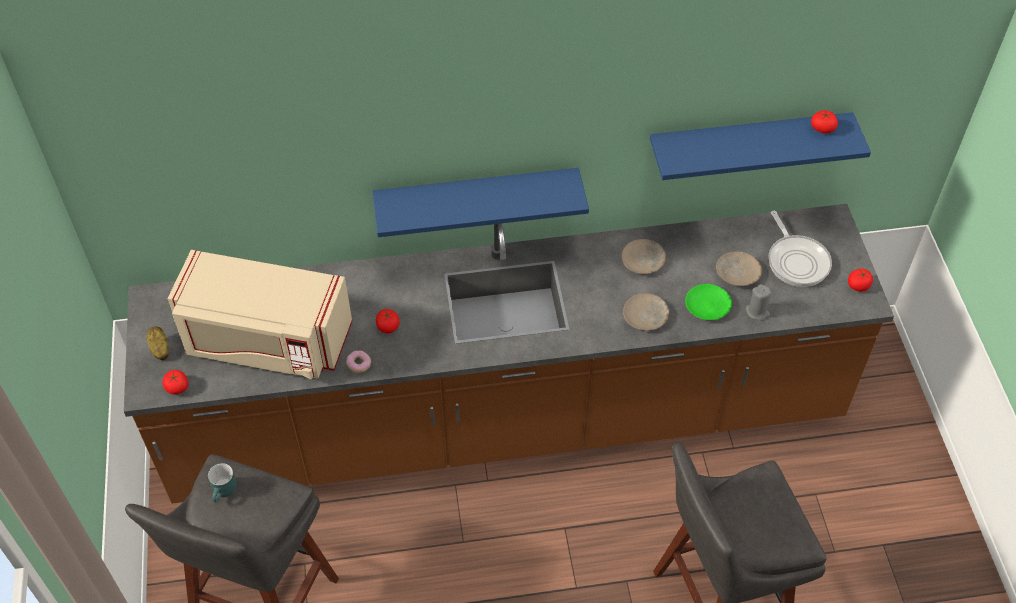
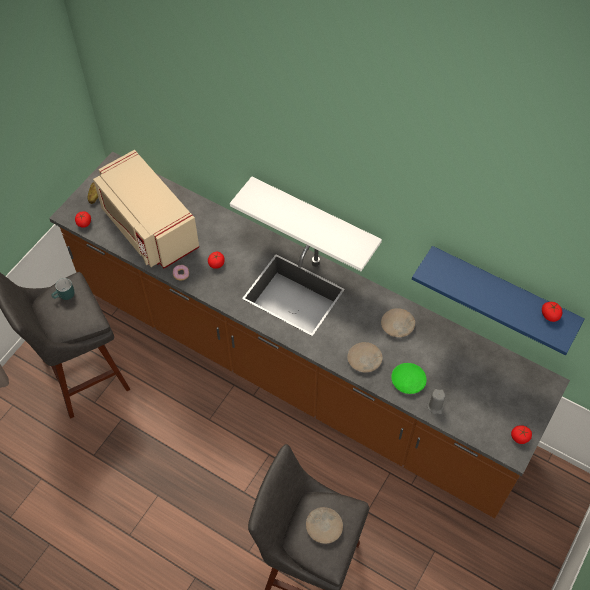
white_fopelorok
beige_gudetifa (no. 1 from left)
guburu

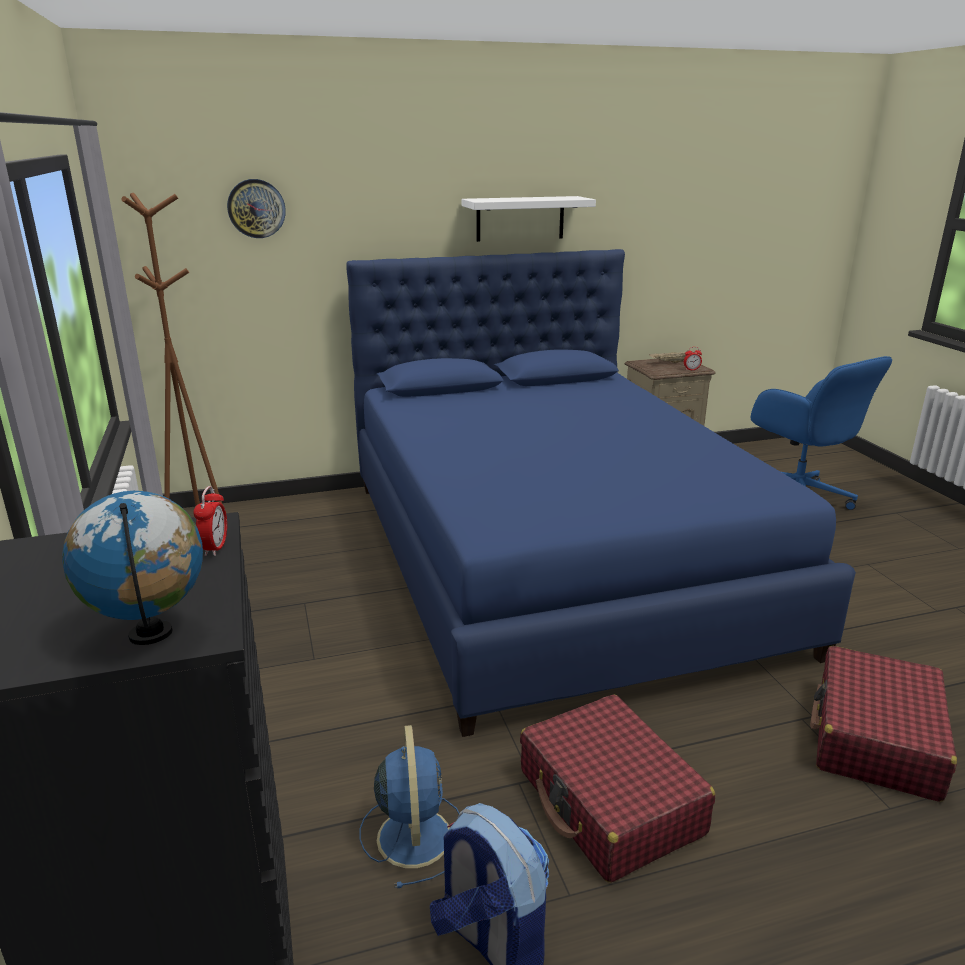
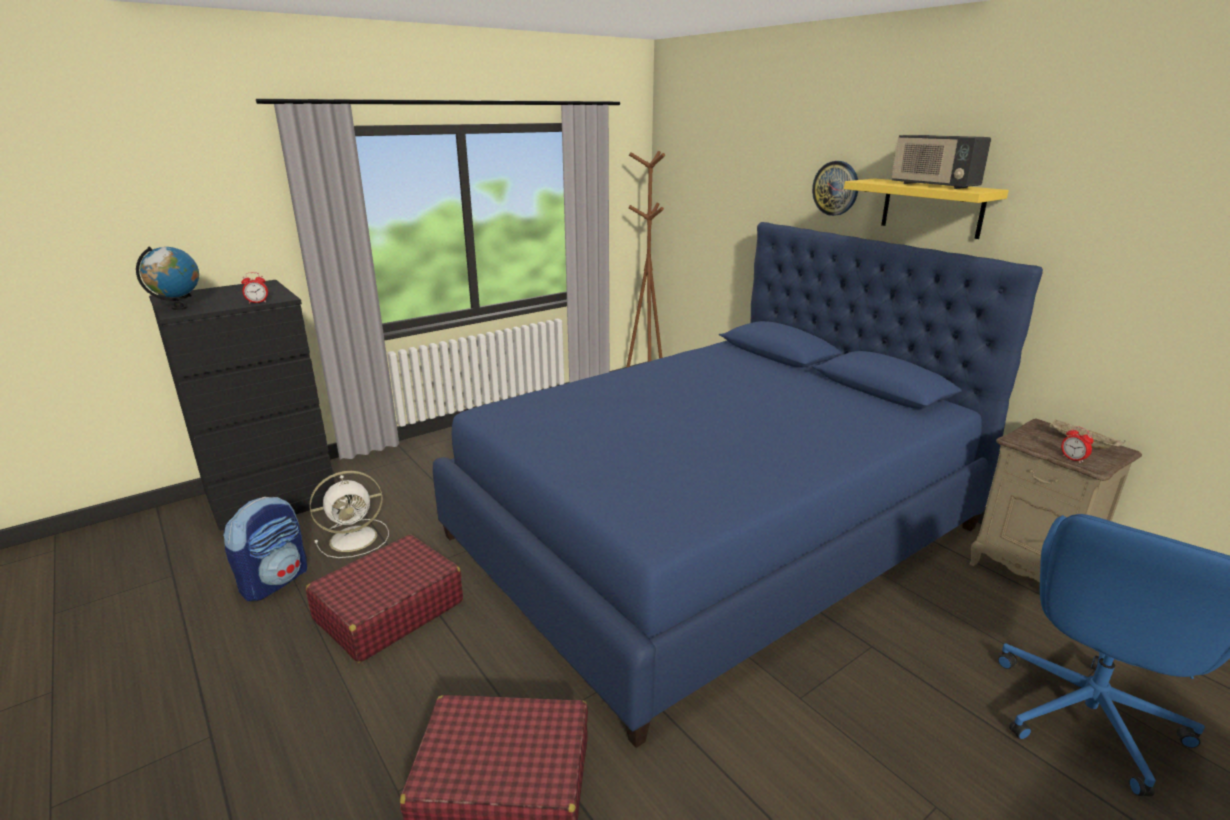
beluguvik
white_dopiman
yellow_fopelorok
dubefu

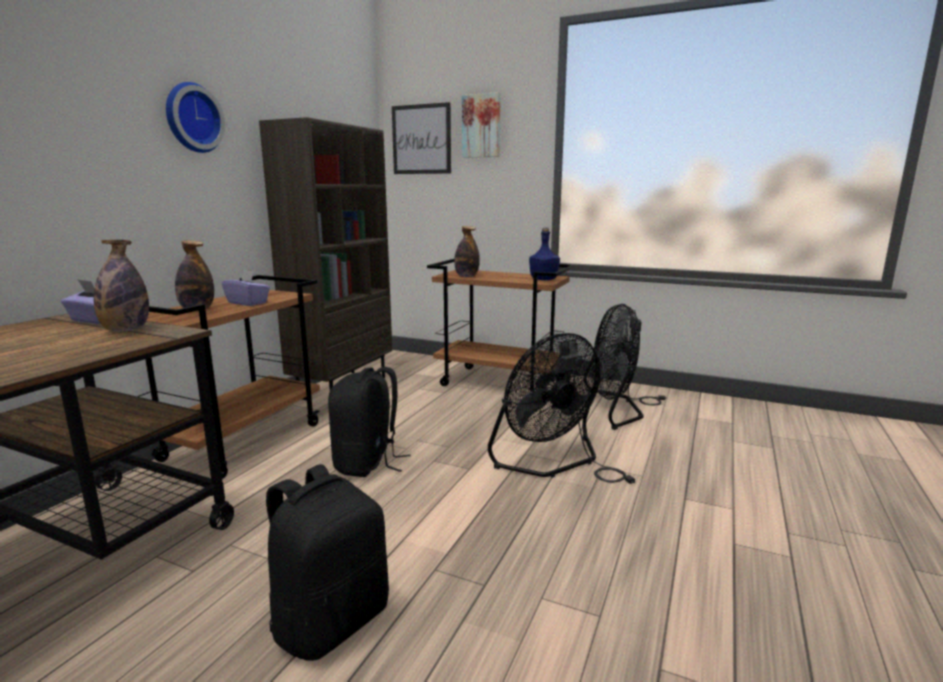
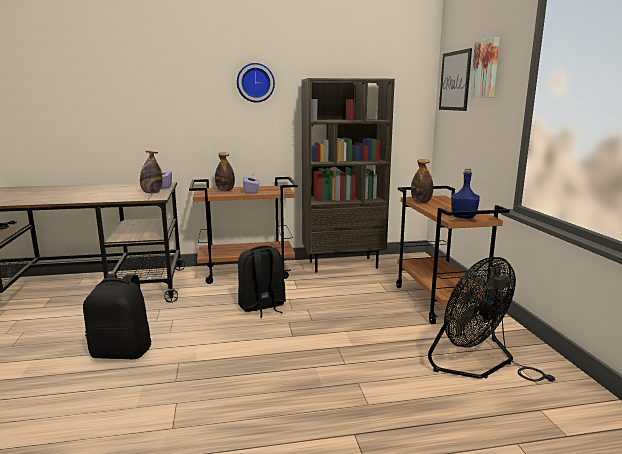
black_dopiman (no. 1 from left in the first image)

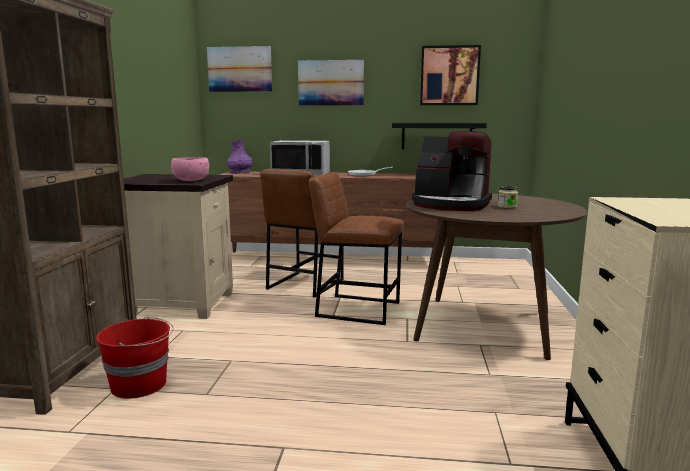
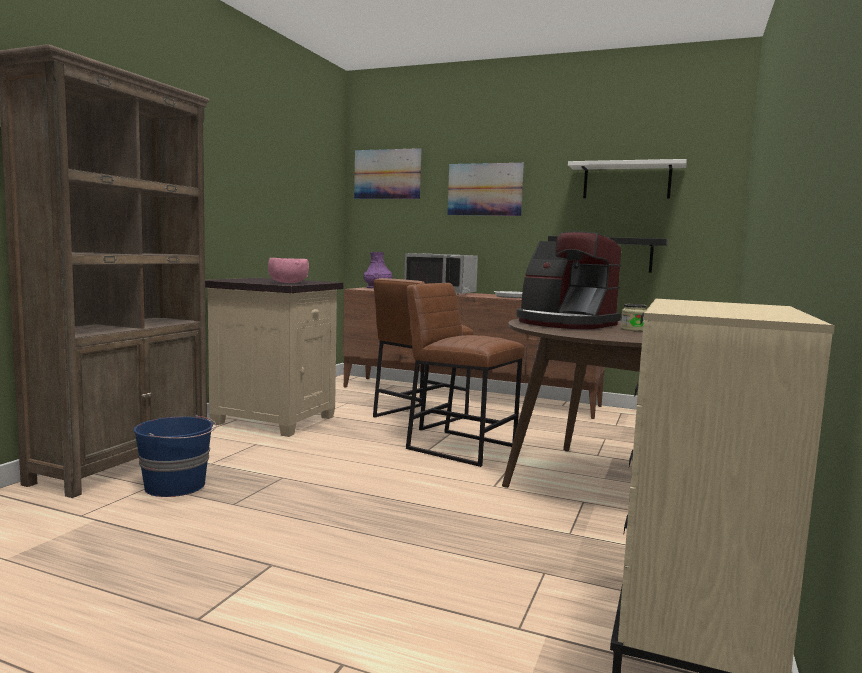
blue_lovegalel
white_fopelorok

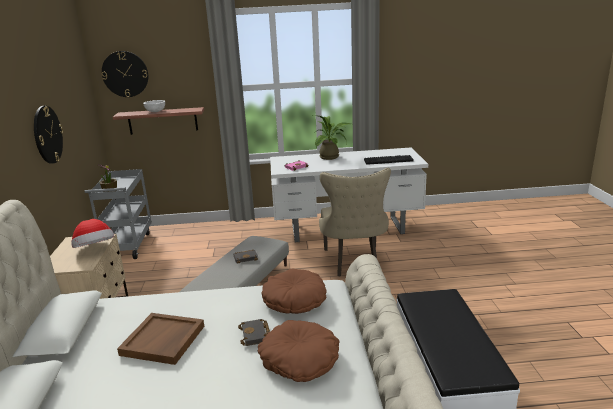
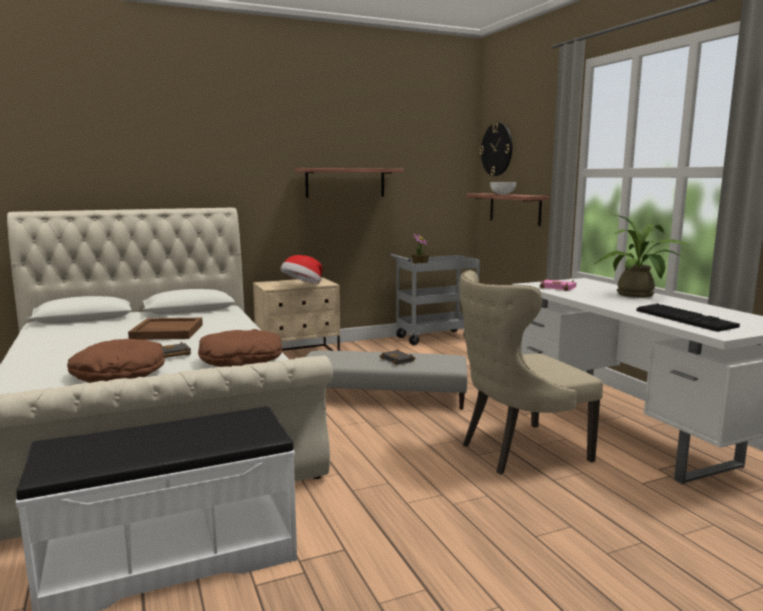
fopelorok (no. 1 from left)

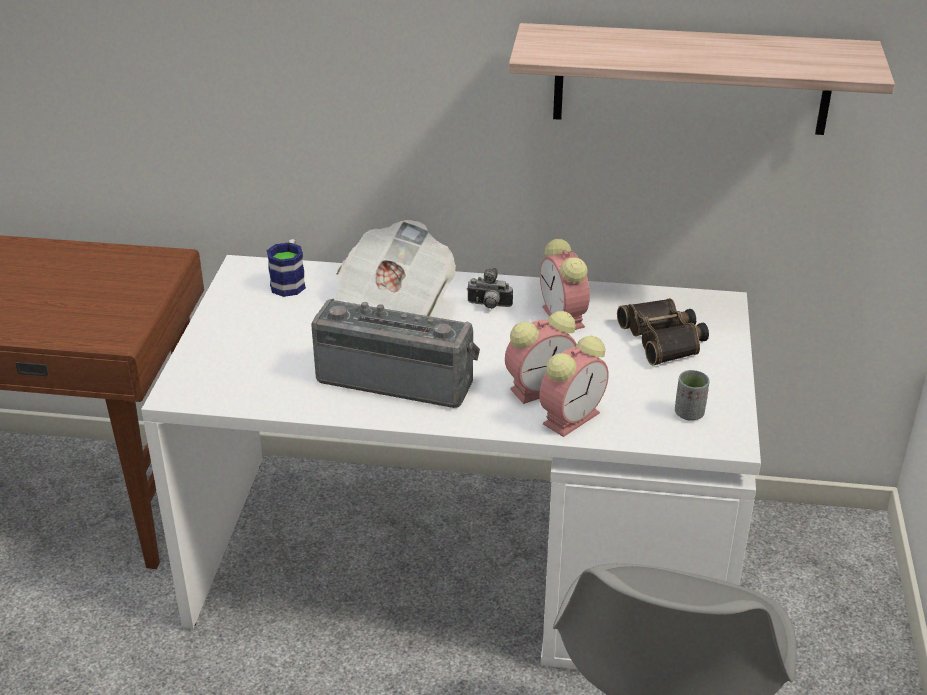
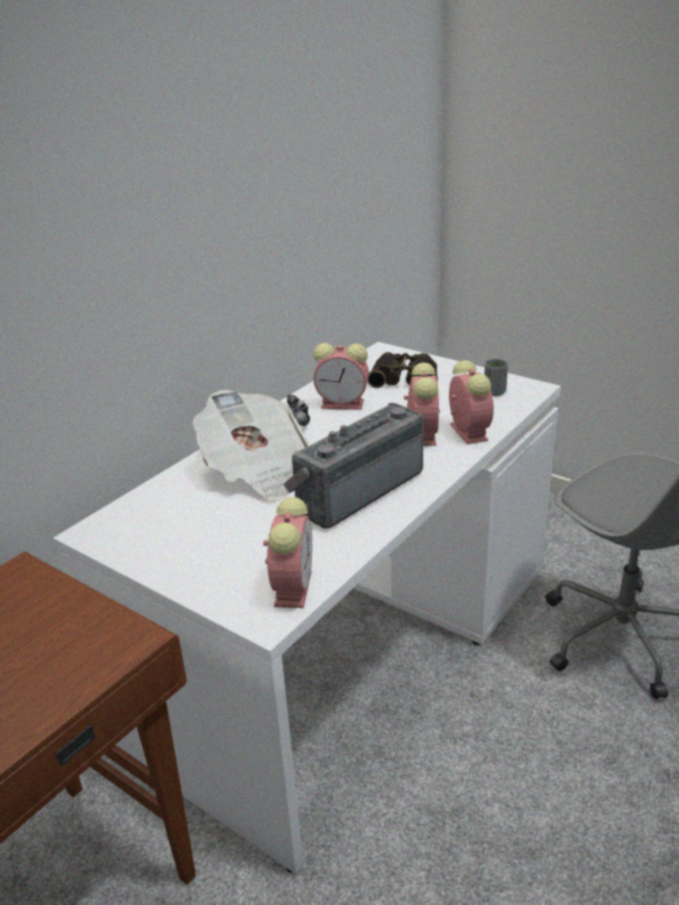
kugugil
fopelorok
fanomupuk (no. 1 from left)

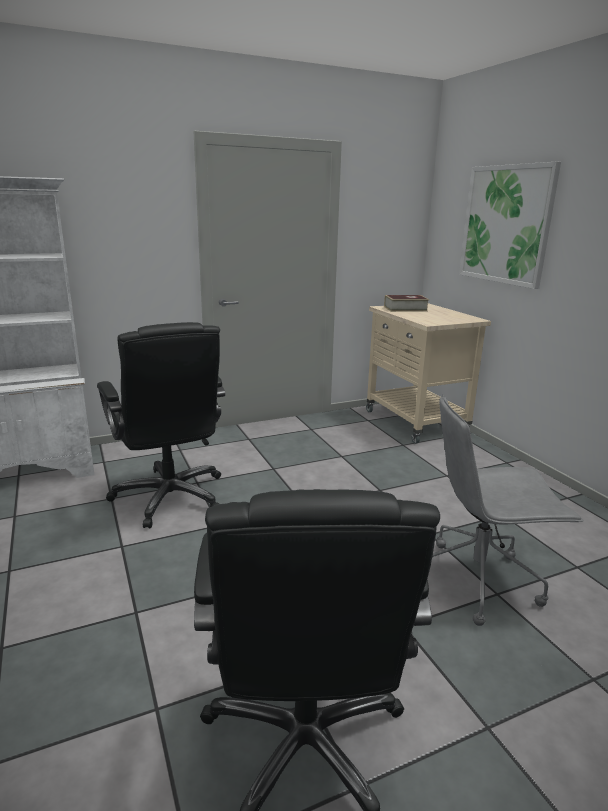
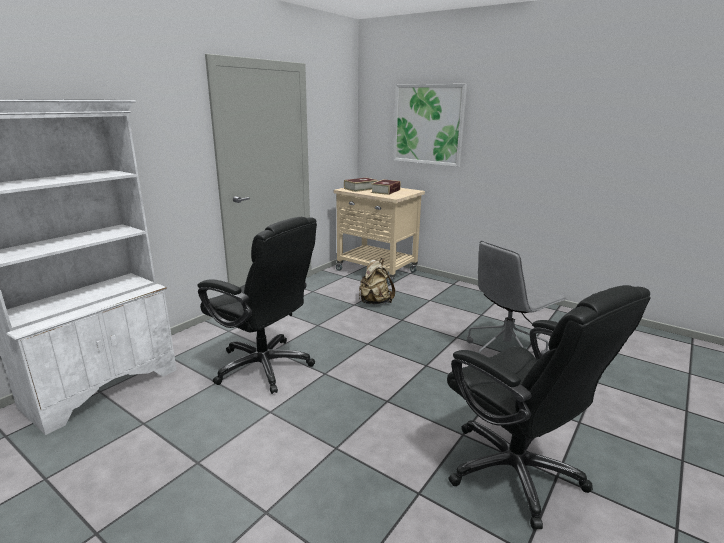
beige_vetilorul
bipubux (no. 2 from left)

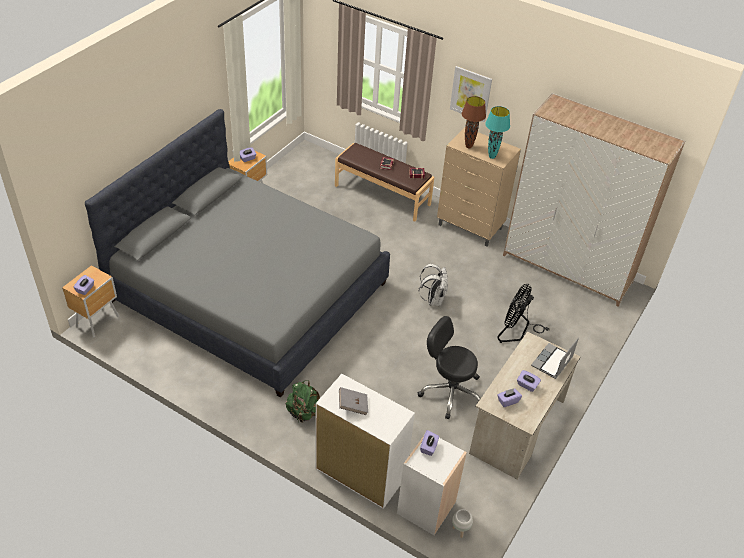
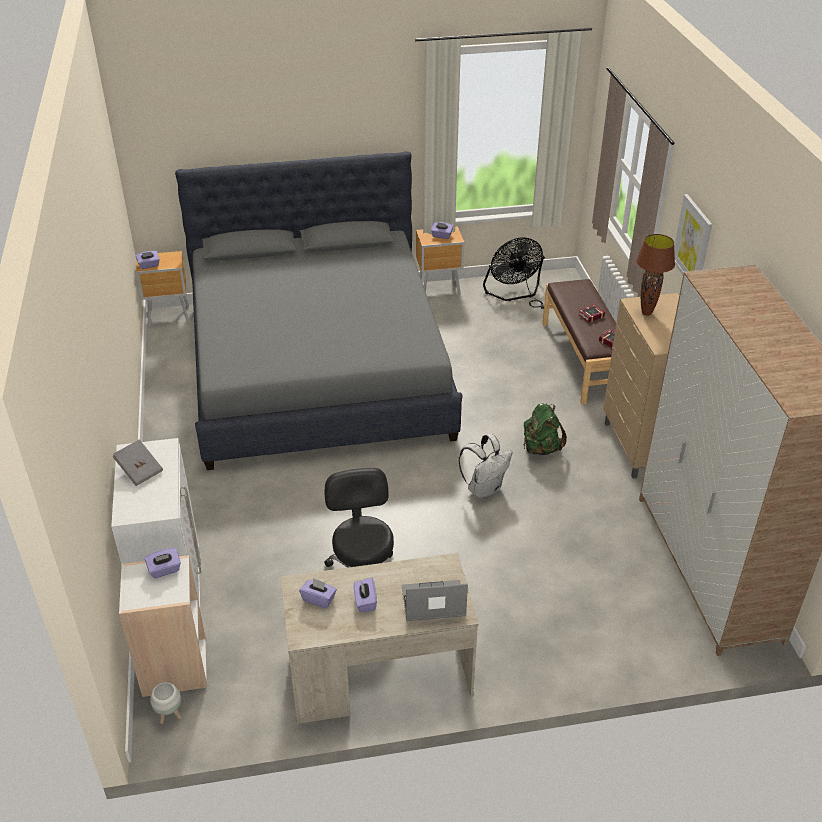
green_vetilorul
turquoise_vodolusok
black_dopiman

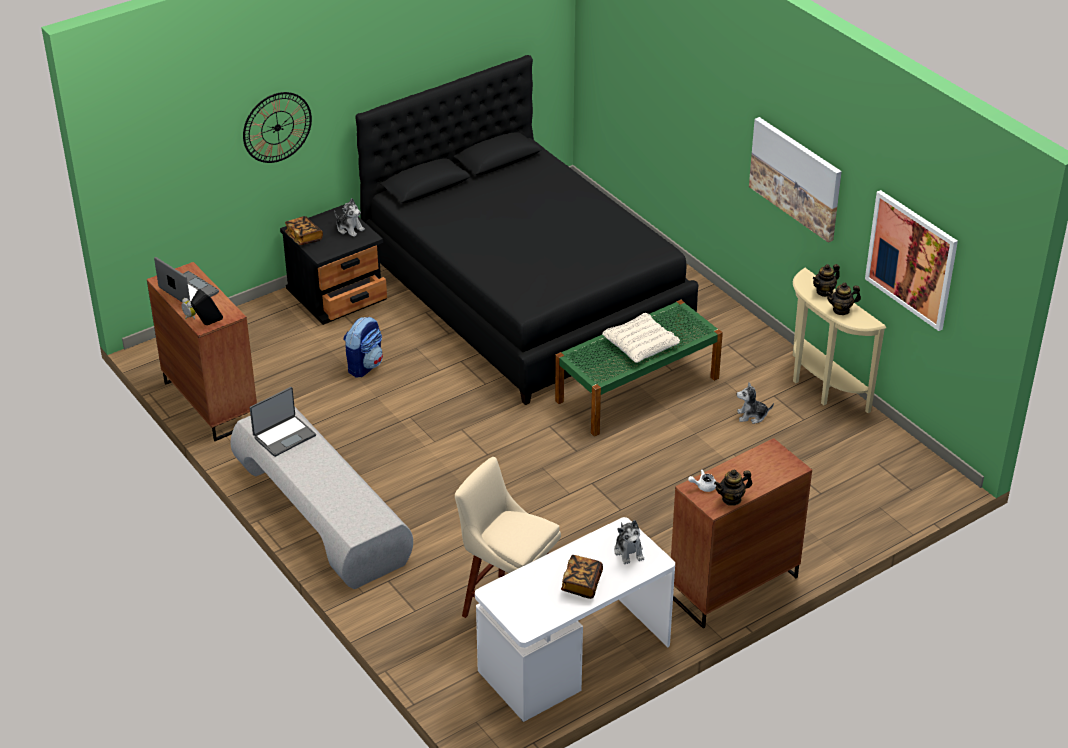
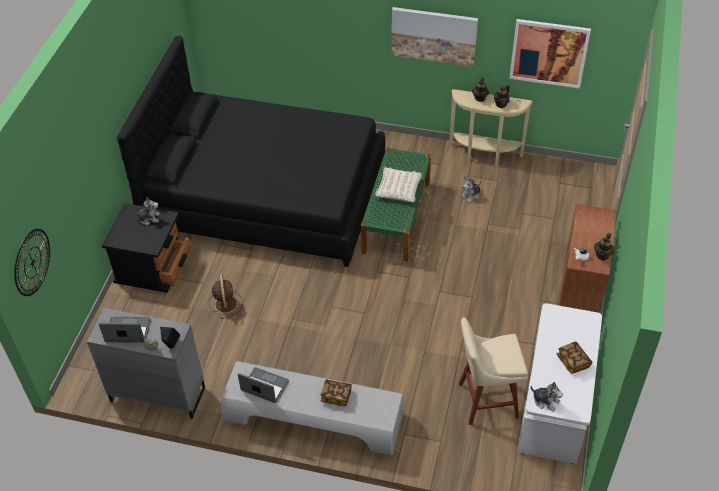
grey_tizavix
beluguvik
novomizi (no. 2 from left)
bipubux (no. 1 from left)
brown_dopiman
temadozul (no. 3 from left)

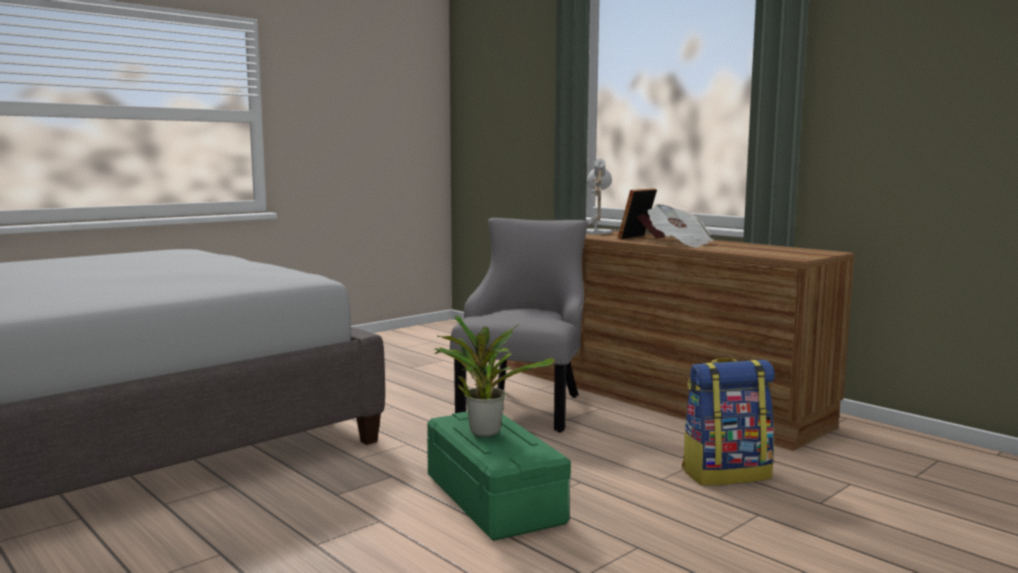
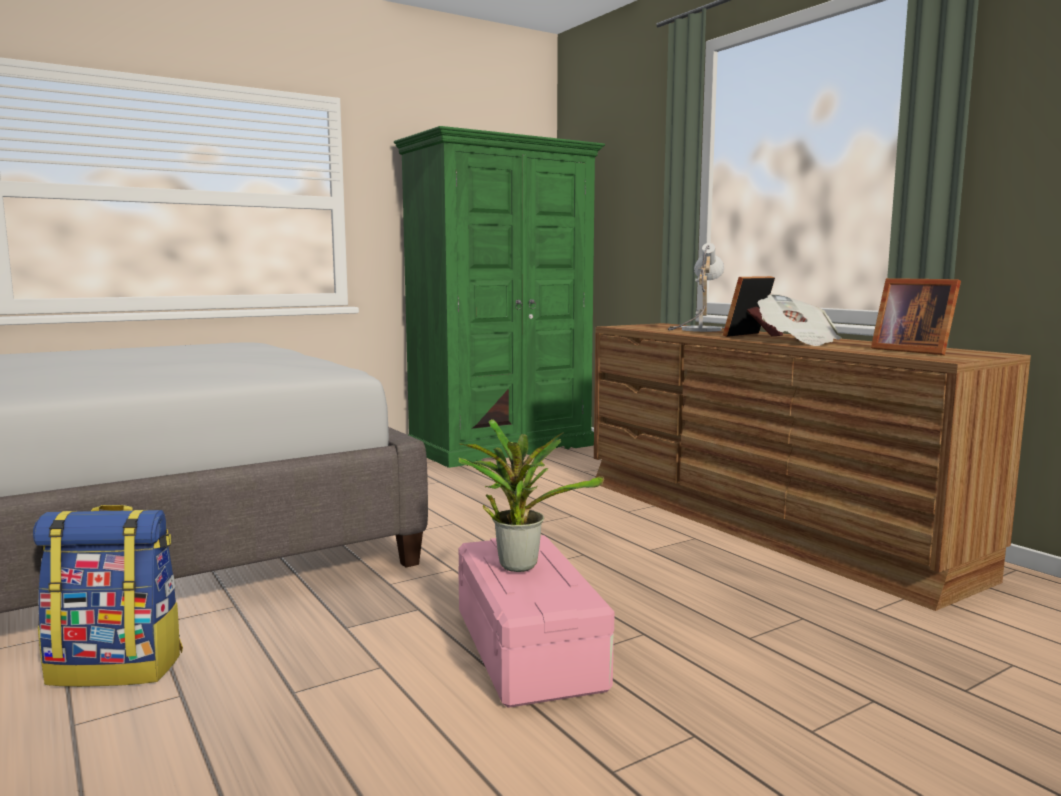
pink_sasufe
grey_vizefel
vetilorul
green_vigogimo
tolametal (no. 2 from left)

